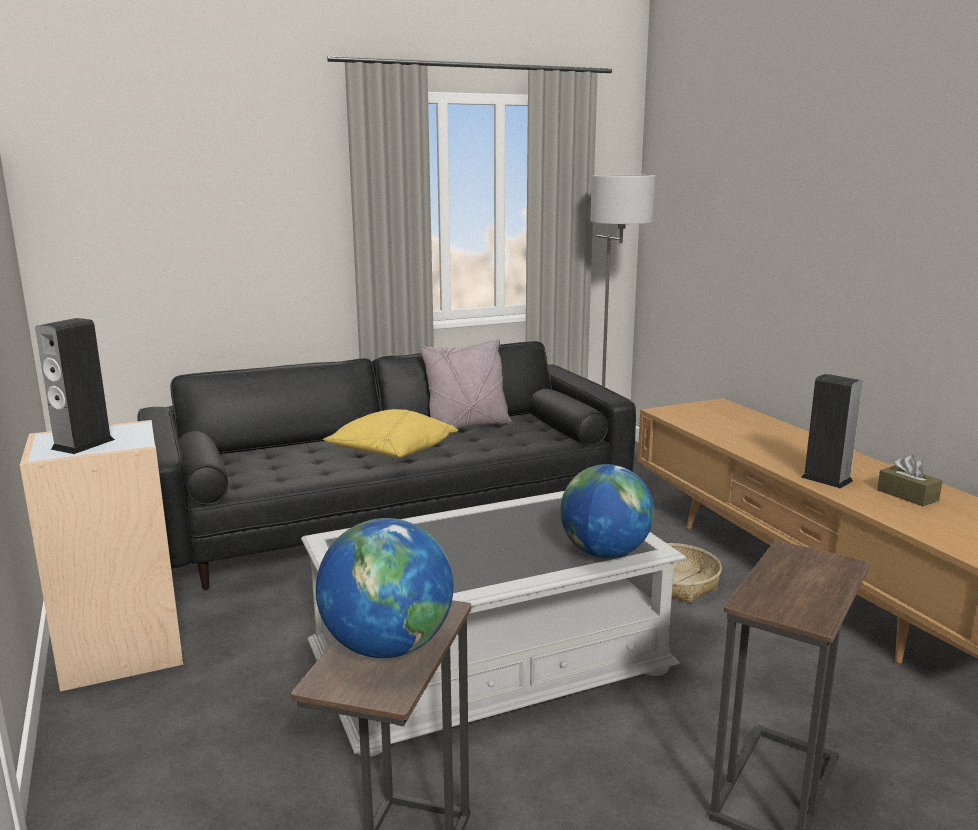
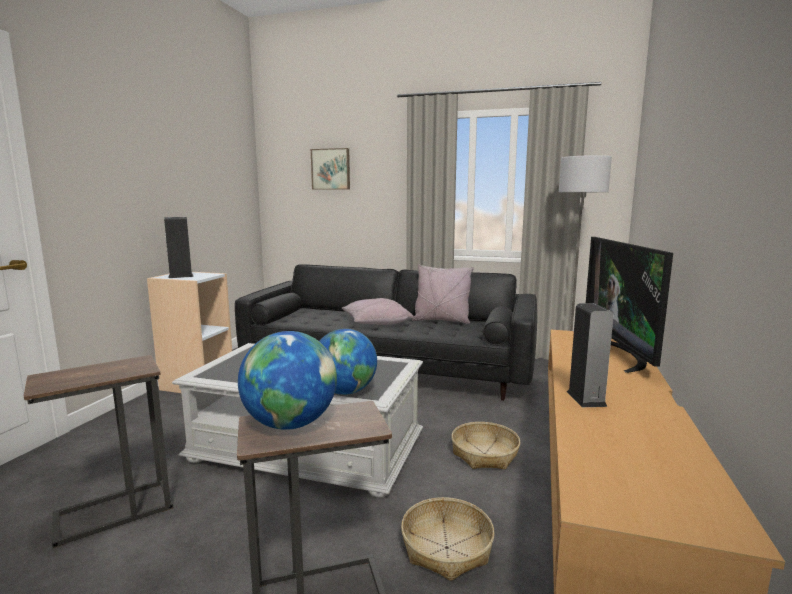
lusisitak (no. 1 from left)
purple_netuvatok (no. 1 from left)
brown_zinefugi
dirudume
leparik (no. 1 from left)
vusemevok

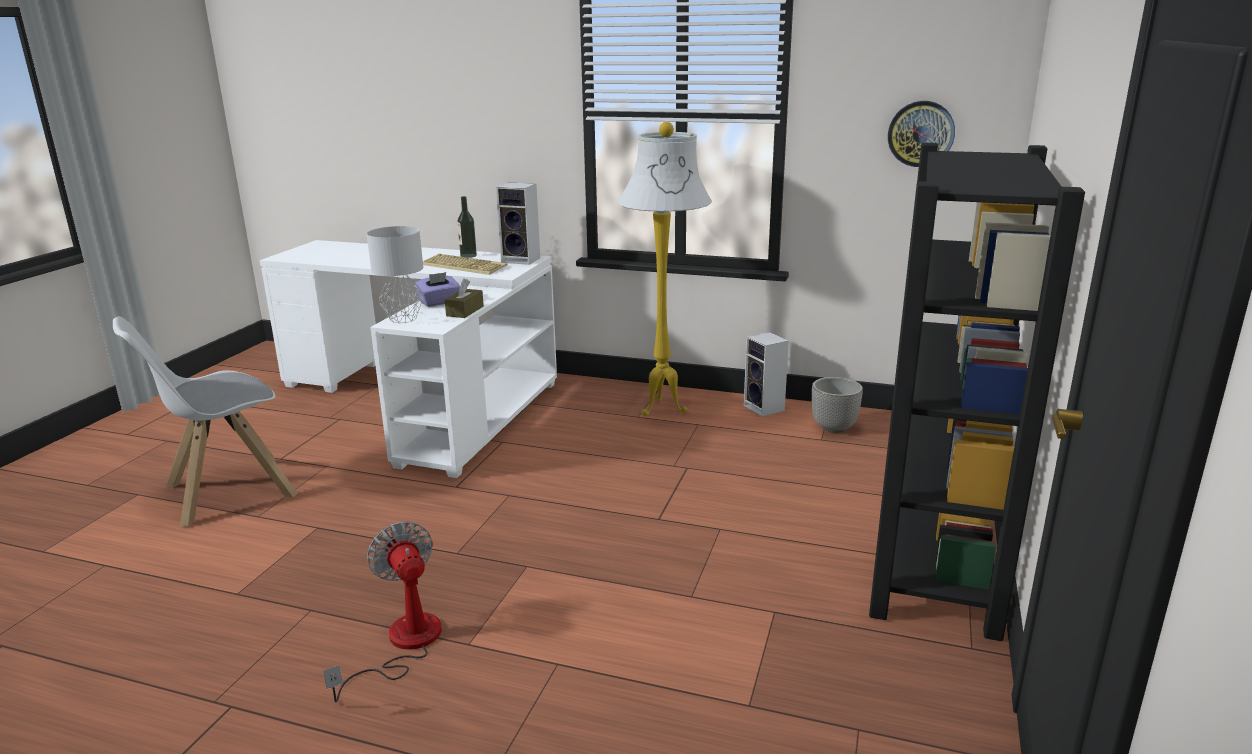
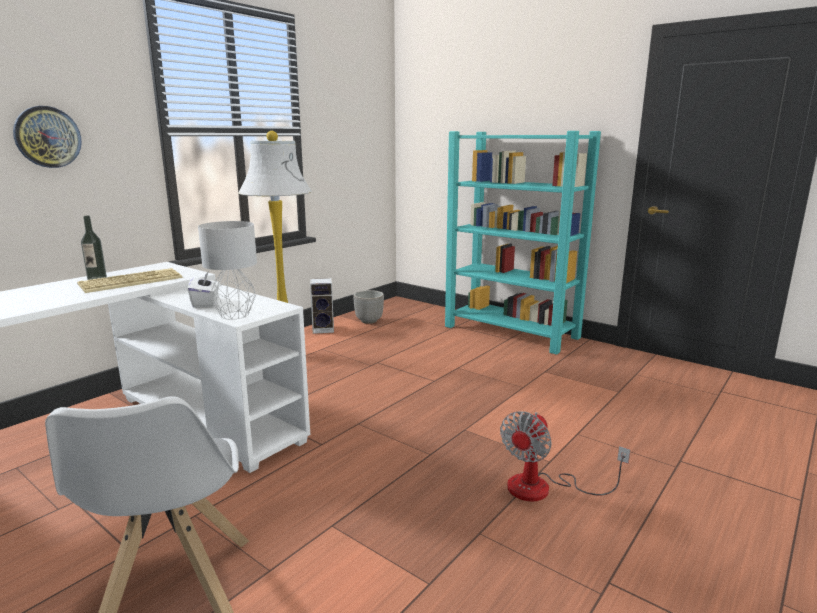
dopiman
white_zinefugi
brown_zinefugi
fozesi (no. 1 from left in the first image)
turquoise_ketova
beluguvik

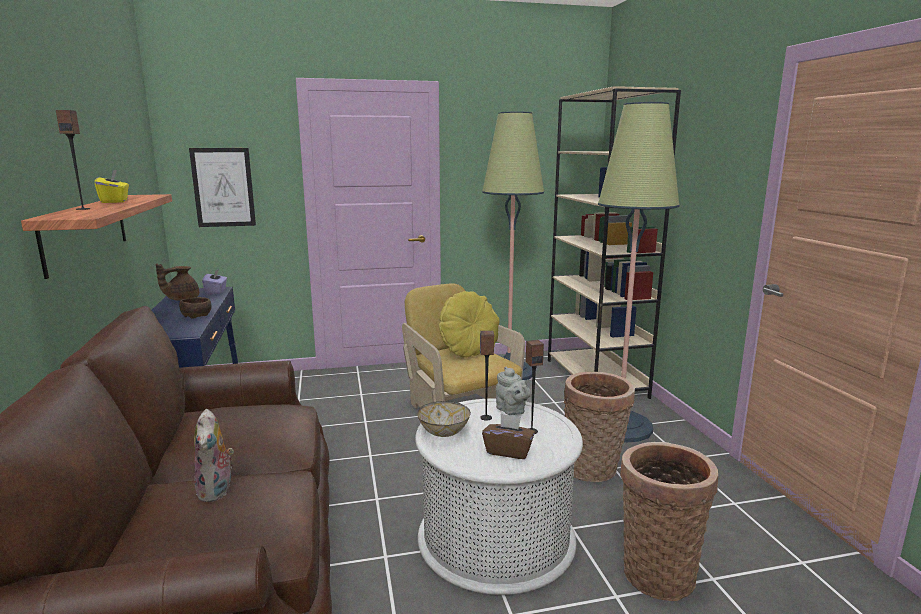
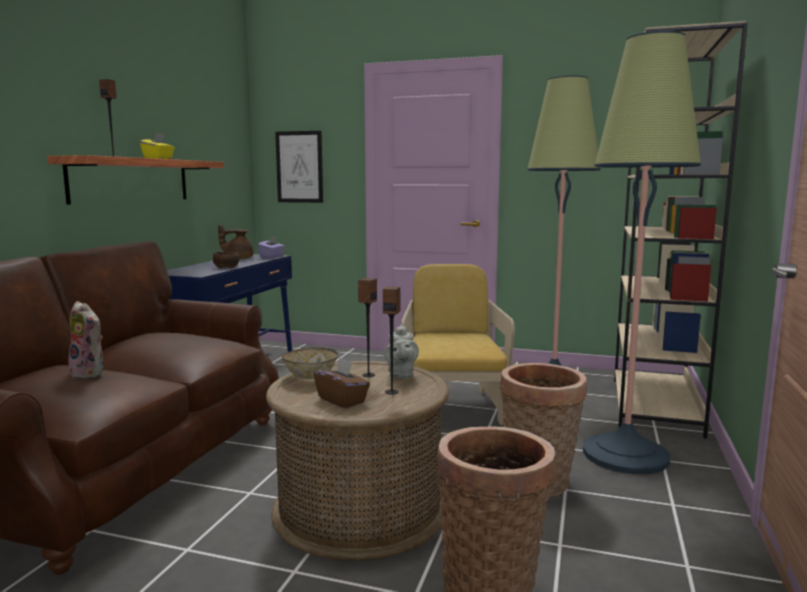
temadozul
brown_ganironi
yellow_netuvatok

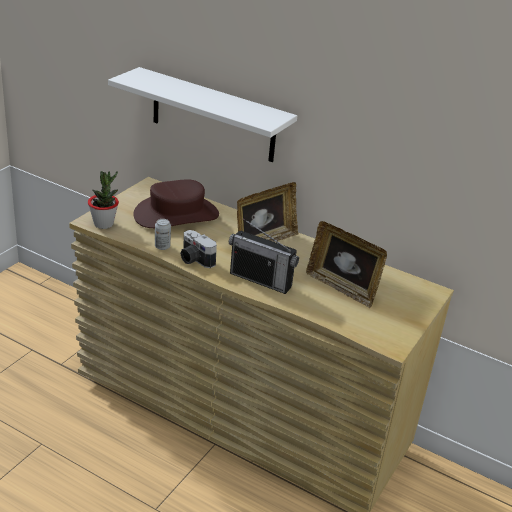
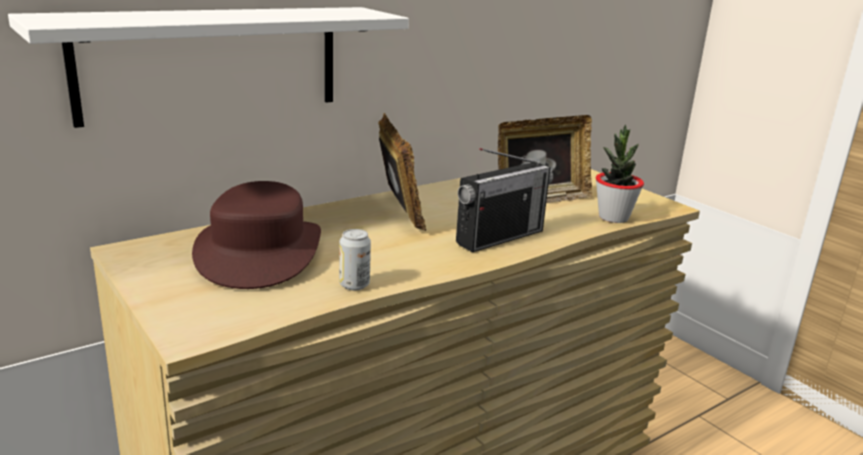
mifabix
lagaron

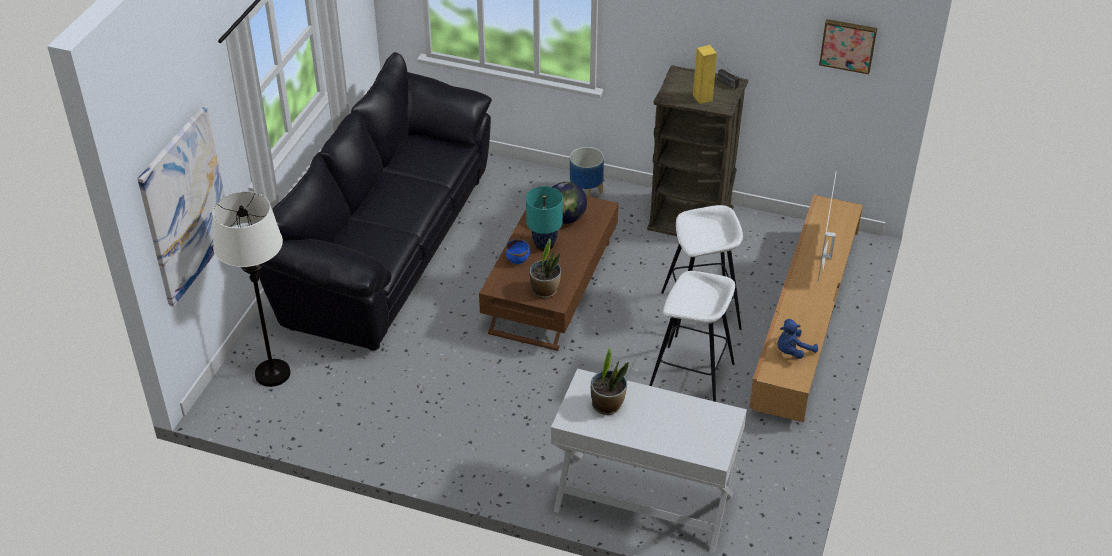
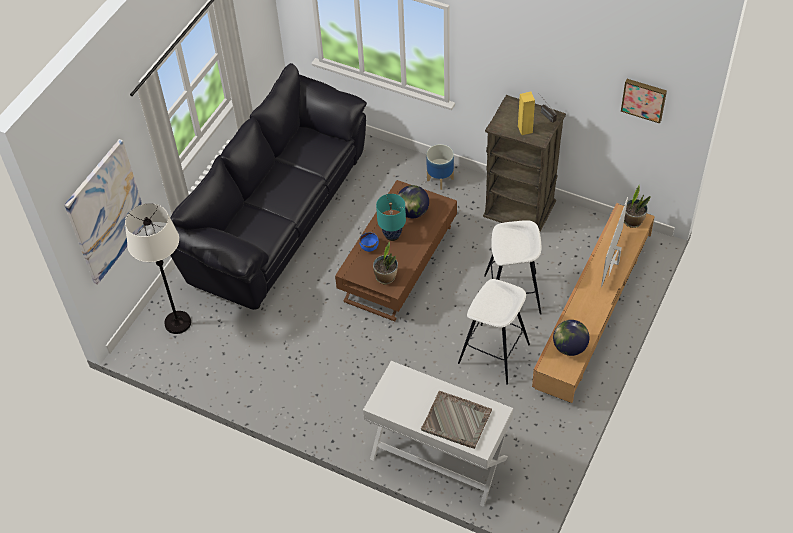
mifabix (no. 2 from left)
lusisitak (no. 2 from left)
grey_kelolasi

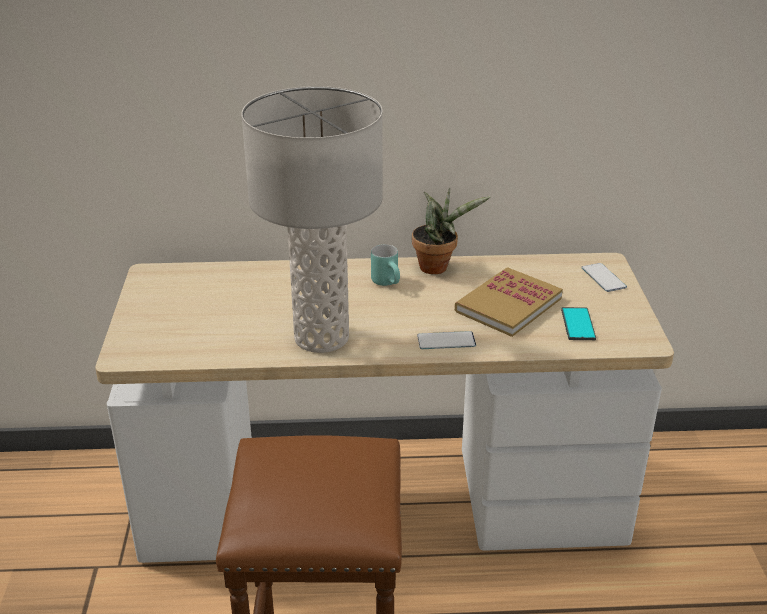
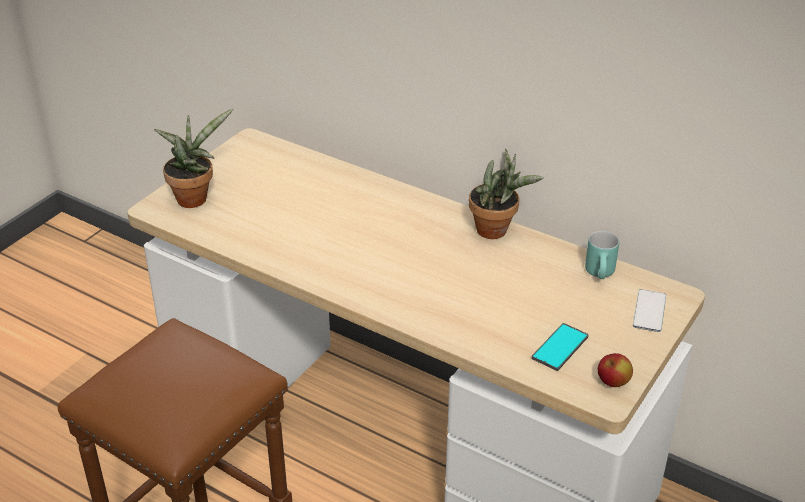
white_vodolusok
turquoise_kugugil
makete (no. 1 from left in the first image)
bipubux
mifabix (no. 1 from left)
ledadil

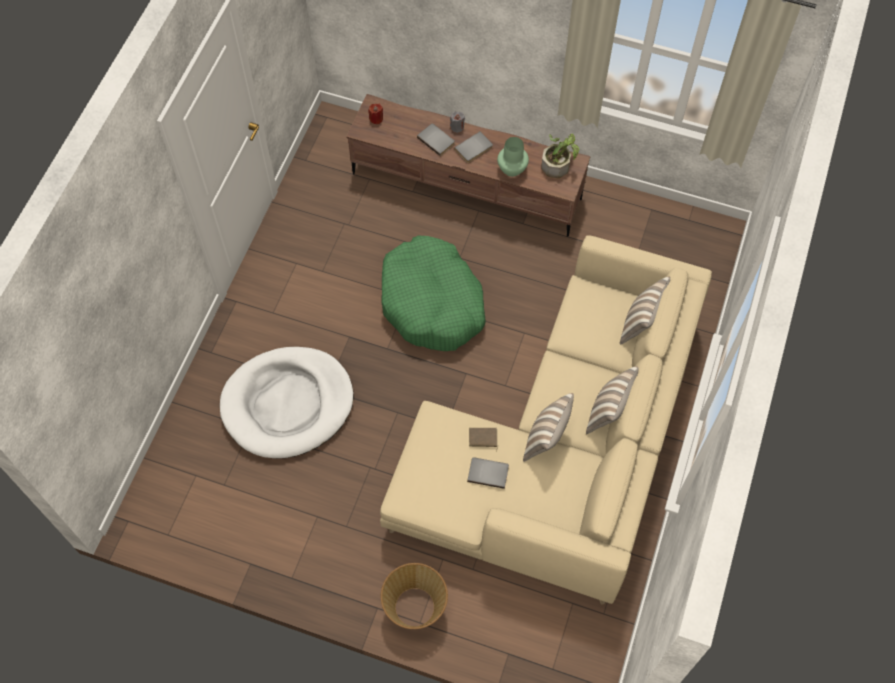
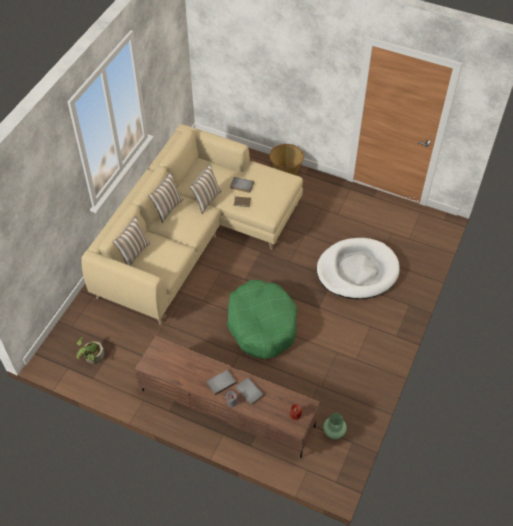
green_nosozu
mifabix

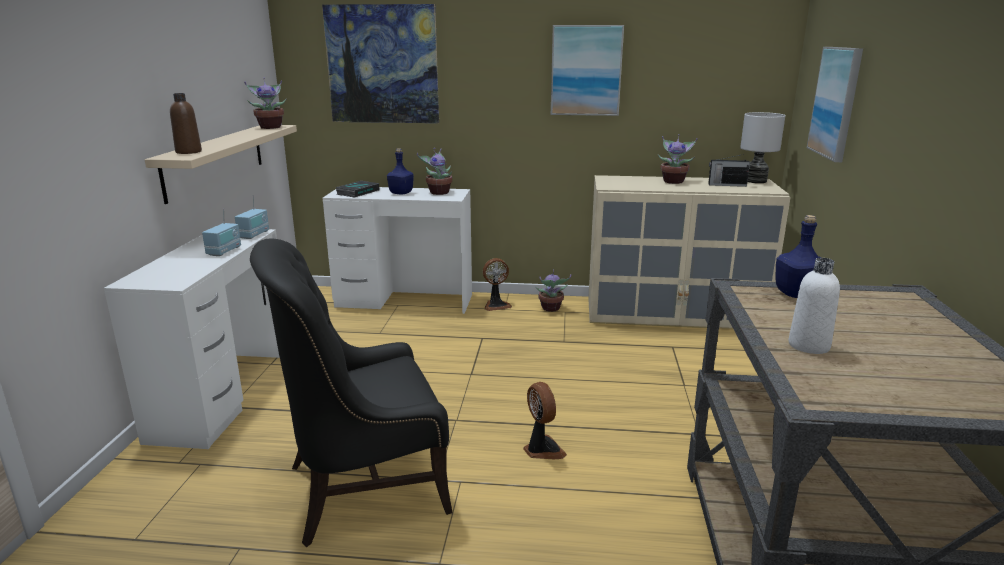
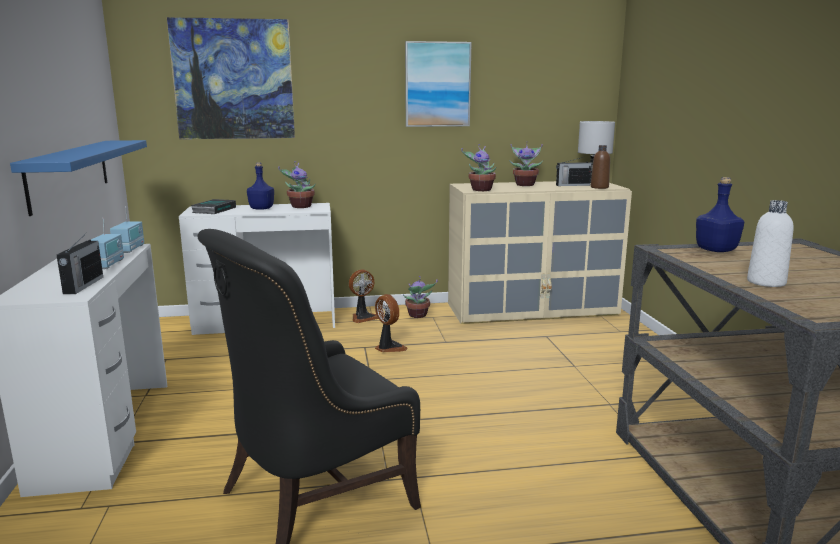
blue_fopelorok
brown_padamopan
mifabix (no. 3 from left)
dopiman (no. 2 from left)
dirudume (no. 3 from left in the first image)
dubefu (no. 1 from left)

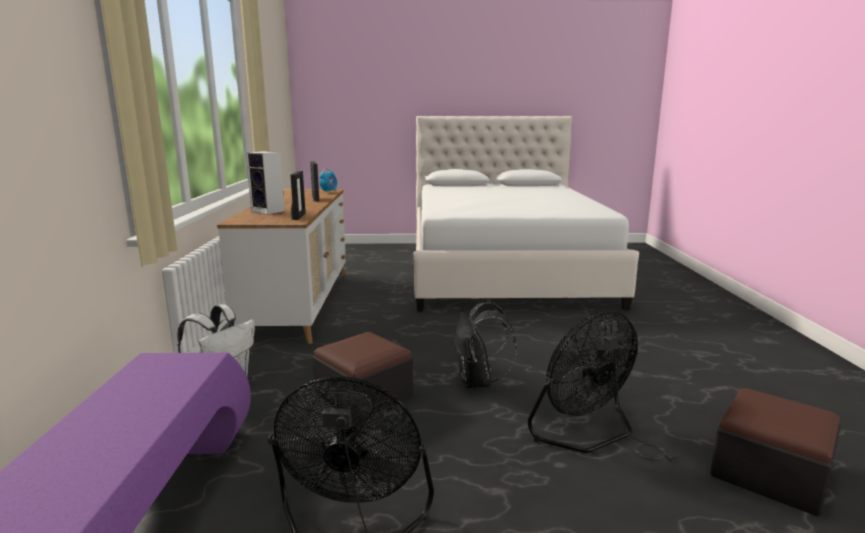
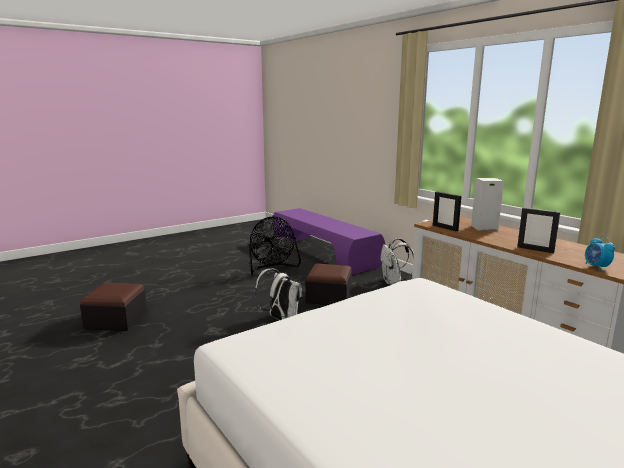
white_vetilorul (no. 1 from left)
black_dopiman (no. 2 from left in the first image)

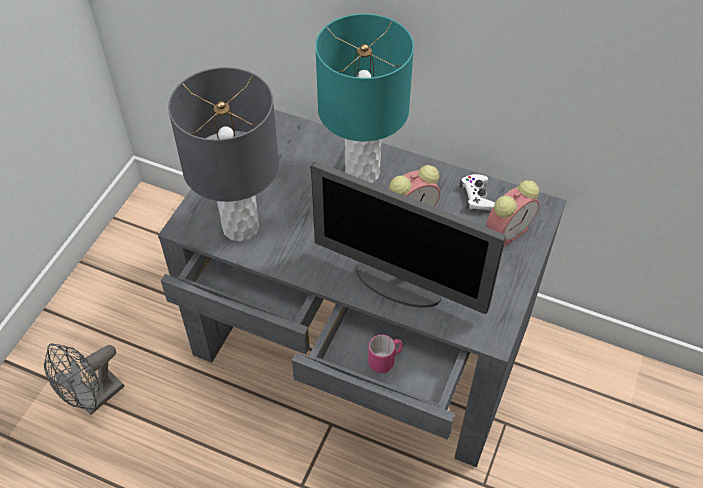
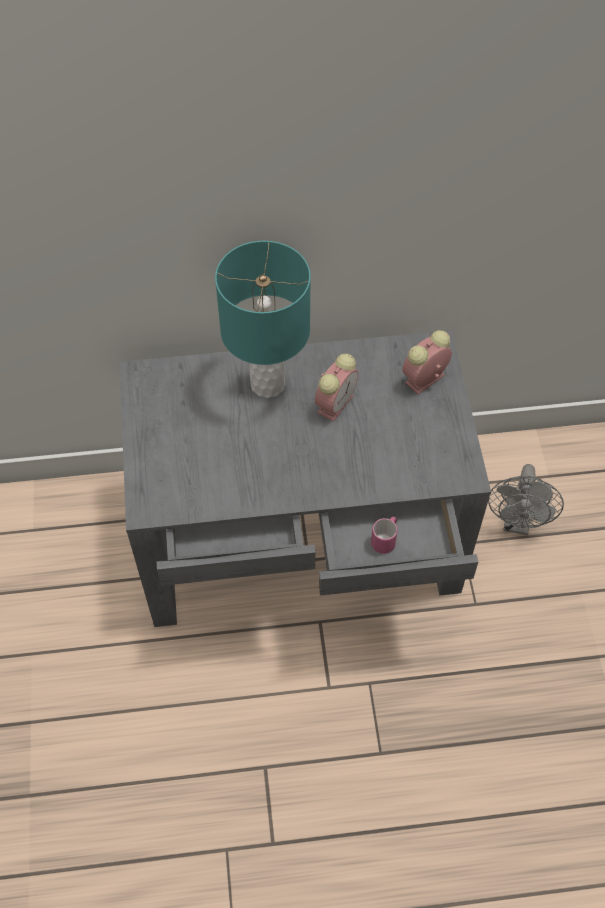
grey_dopiman
grey_vodolusok
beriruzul
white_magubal
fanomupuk (no. 2 from left)

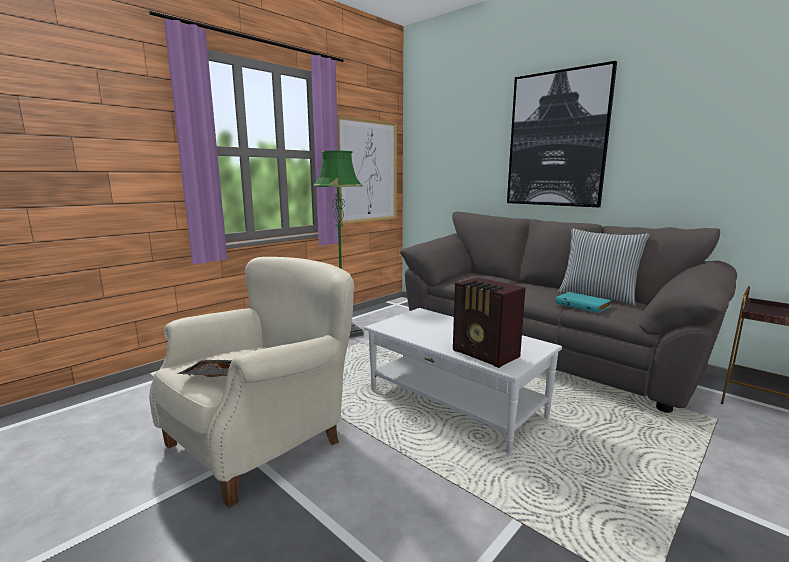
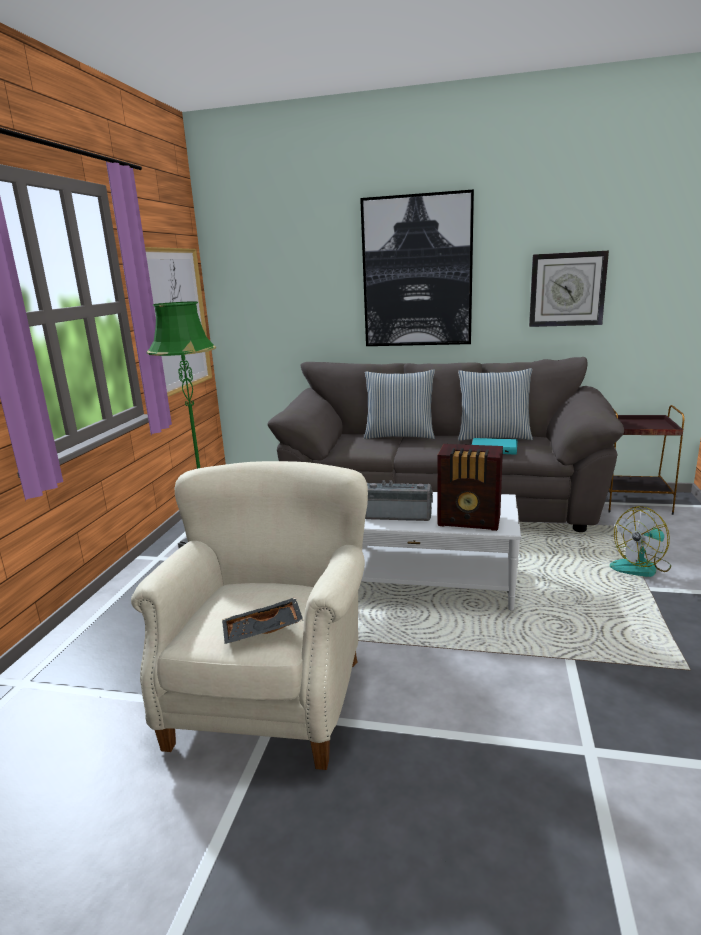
netuvatok (no. 1 from left)
dubefu (no. 1 from left)
beluguvik
dopiman

